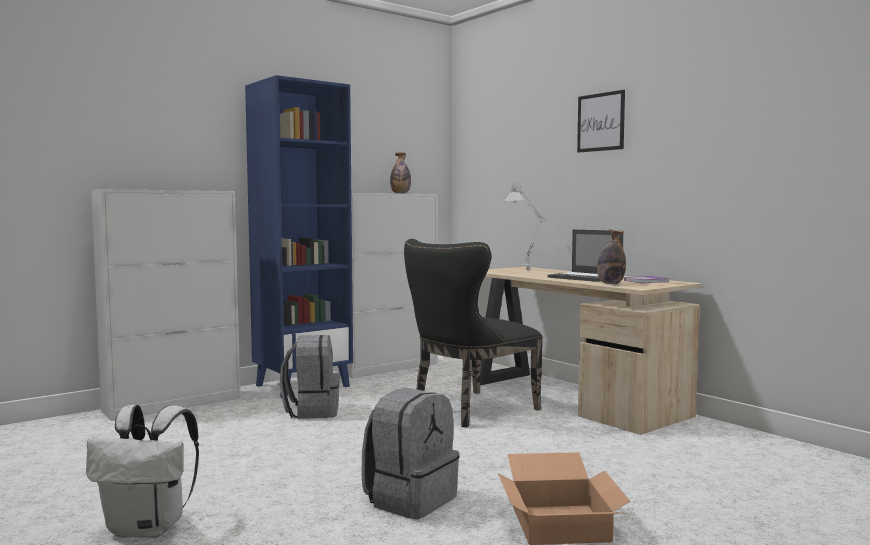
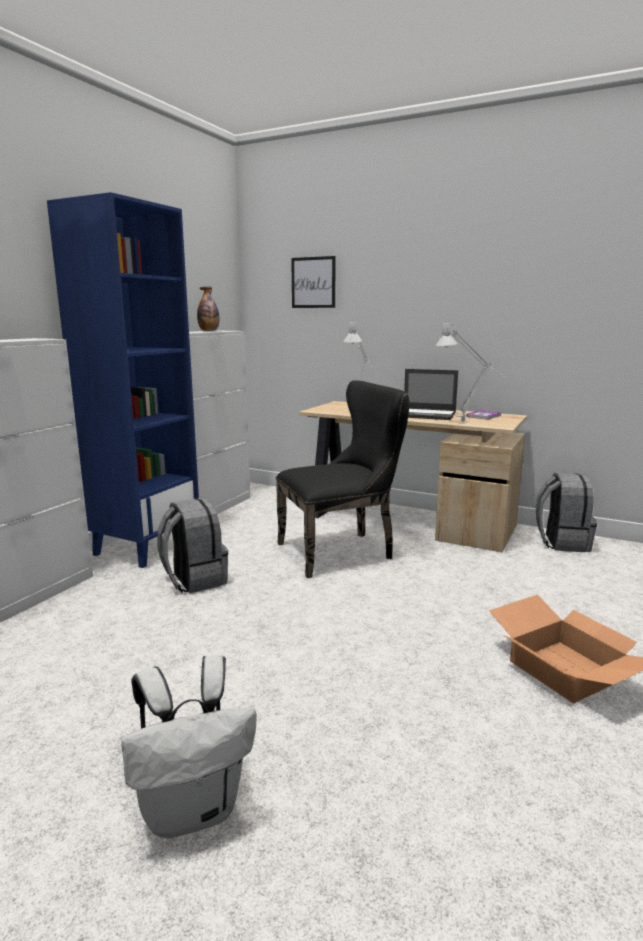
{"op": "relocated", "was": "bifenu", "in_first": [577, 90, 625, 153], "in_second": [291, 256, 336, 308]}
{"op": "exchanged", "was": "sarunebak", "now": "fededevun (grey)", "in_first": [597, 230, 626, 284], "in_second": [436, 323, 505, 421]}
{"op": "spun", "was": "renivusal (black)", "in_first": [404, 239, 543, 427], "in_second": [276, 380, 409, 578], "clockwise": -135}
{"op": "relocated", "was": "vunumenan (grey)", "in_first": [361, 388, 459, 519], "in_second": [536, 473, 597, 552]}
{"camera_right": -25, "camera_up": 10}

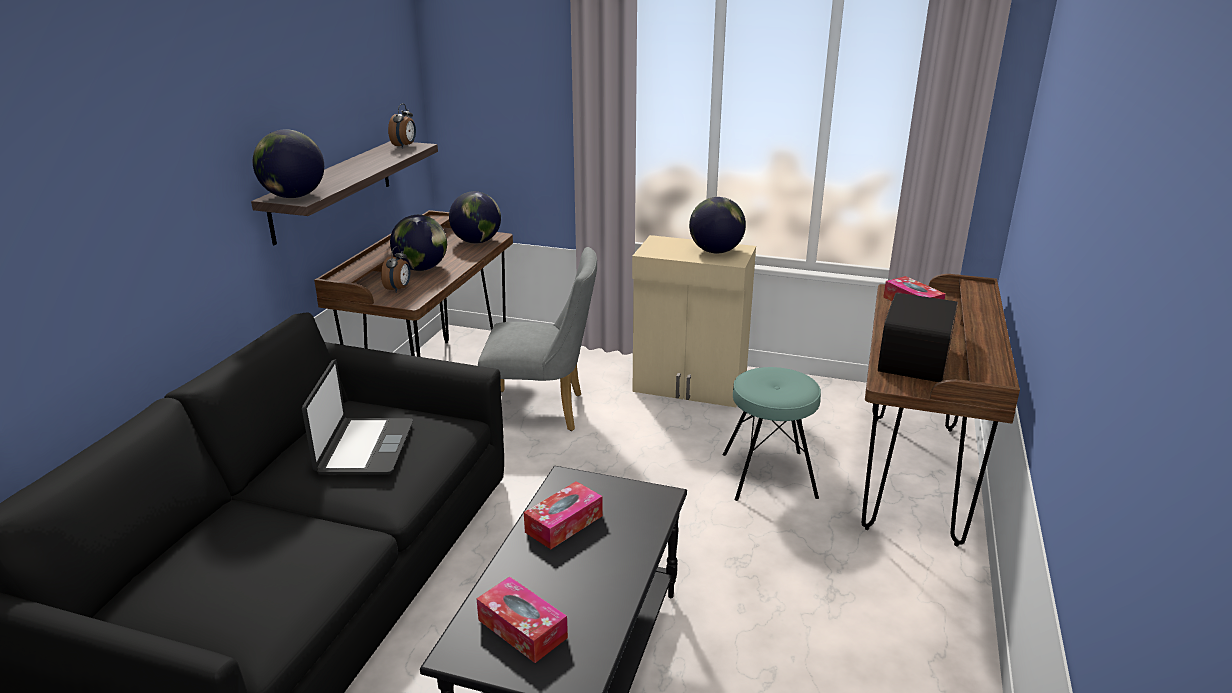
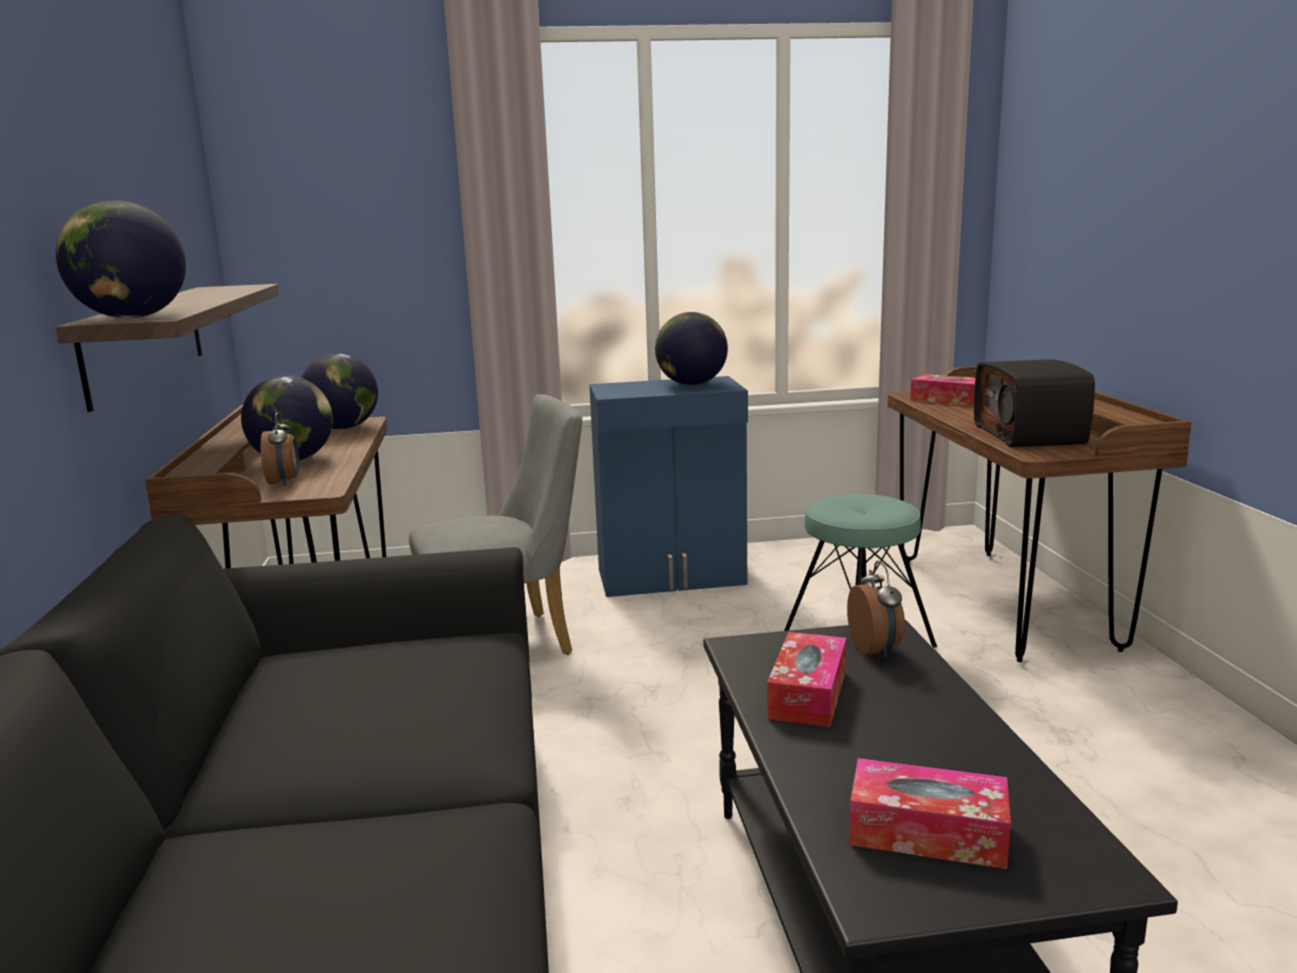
{"op": "relocated", "was": "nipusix", "in_first": [388, 103, 416, 148], "in_second": [847, 561, 905, 658]}
{"op": "colour", "was": "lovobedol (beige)", "now": "lovobedol (blue)", "in_first": [632, 235, 756, 407], "in_second": [589, 376, 748, 597]}
{"op": "missing", "was": "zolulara", "in_first": [302, 359, 413, 474]}
{"camera_right": -25, "camera_up": -10}

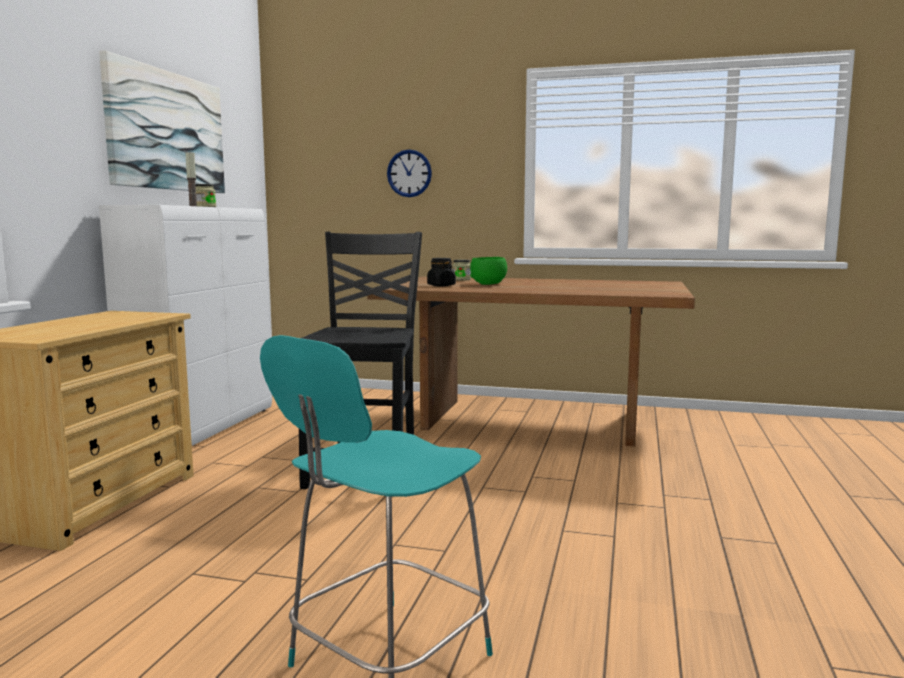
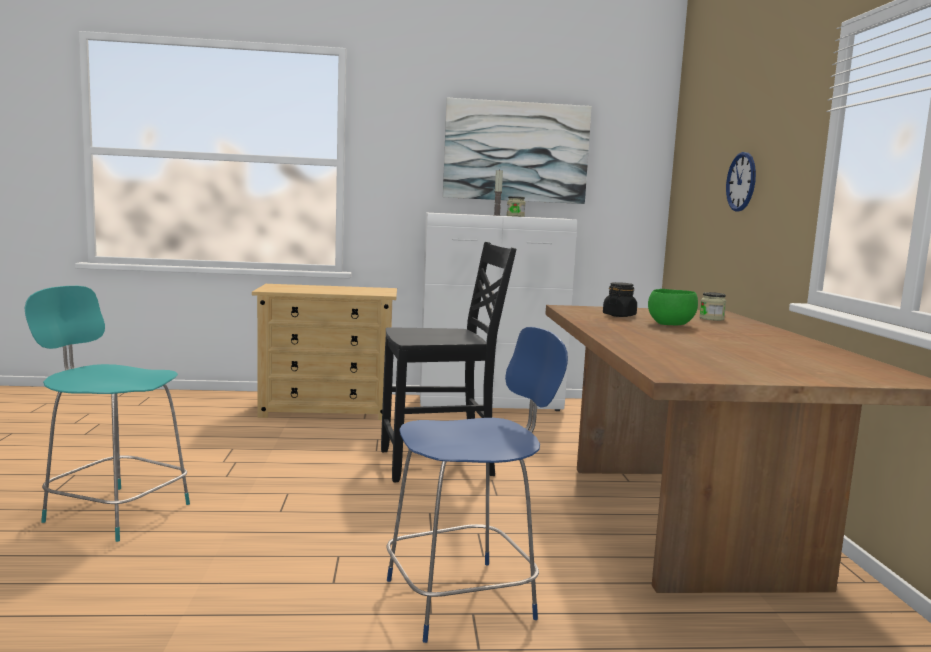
{"op": "appeared", "now": "renivusal (blue)", "in_second": [387, 327, 568, 643]}
{"camera_right": 70, "camera_up": 0}

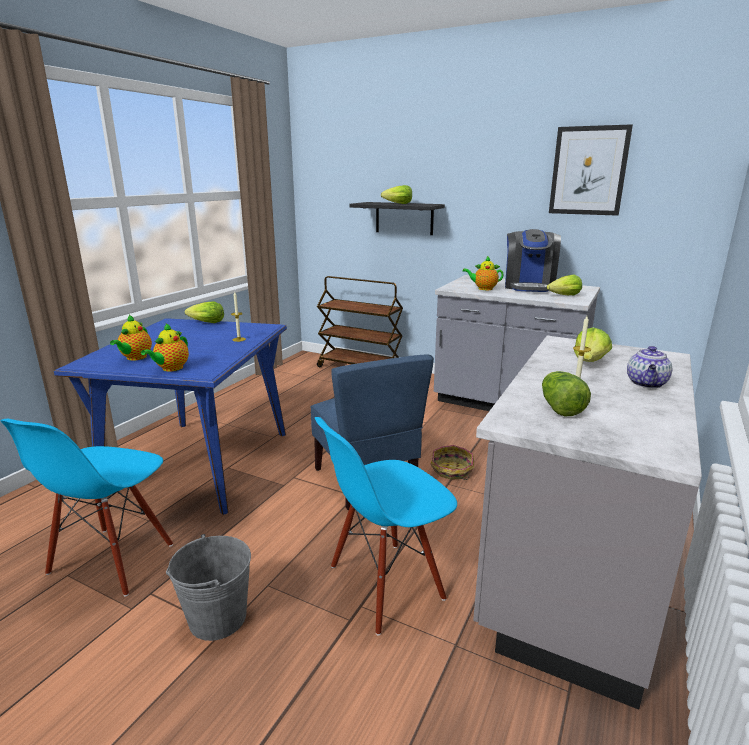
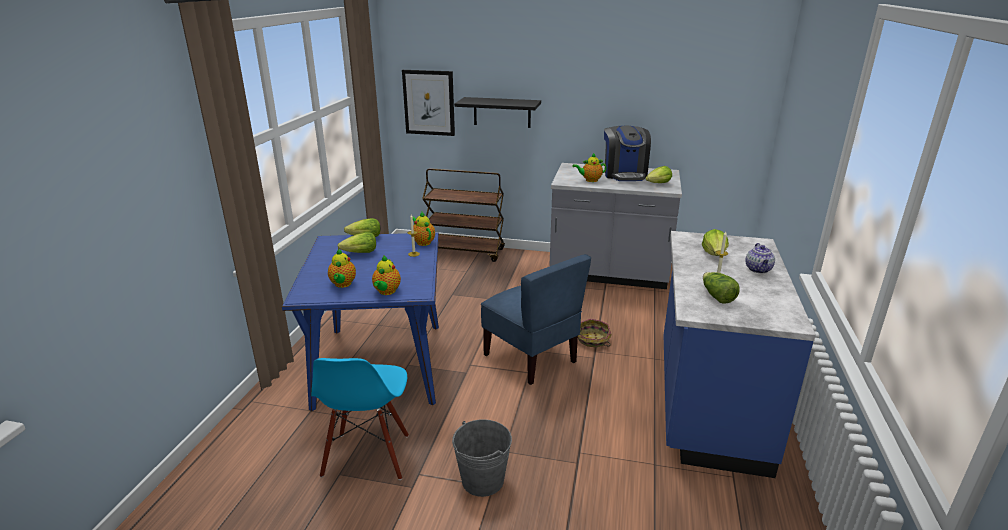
{"op": "relocated", "was": "bifenu", "in_first": [549, 124, 633, 216], "in_second": [402, 70, 455, 136]}
{"op": "relocated", "was": "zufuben", "in_first": [381, 185, 412, 204], "in_second": [338, 232, 376, 253]}
{"op": "colour", "was": "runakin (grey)", "now": "runakin (blue)", "in_first": [473, 336, 702, 710], "in_second": [664, 231, 816, 478]}
{"op": "missing", "was": "renivusal (blue)", "in_first": [315, 417, 457, 635]}
{"op": "appeared", "now": "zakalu", "in_second": [413, 212, 435, 246]}
{"camera_right": -15, "camera_up": 5}

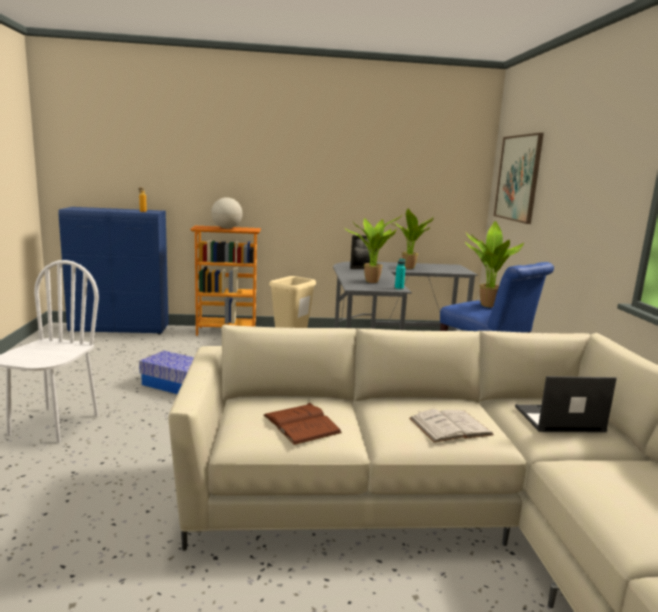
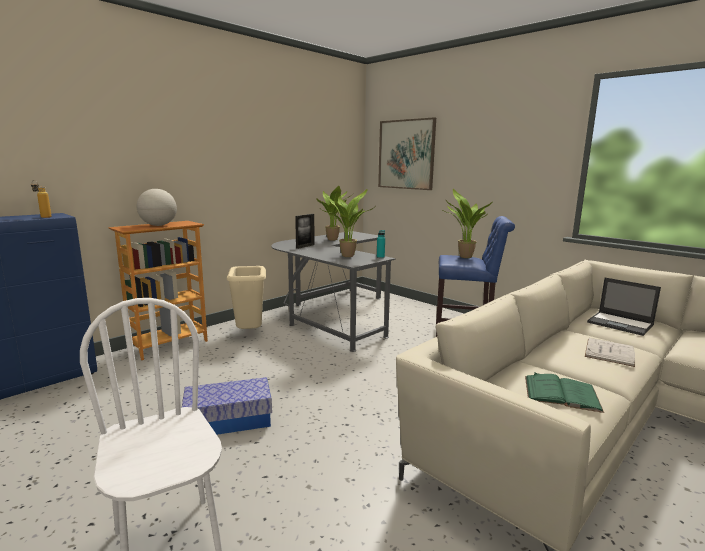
{"op": "spun", "was": "zolulara", "in_first": [515, 376, 617, 432], "in_second": [587, 278, 661, 336], "clockwise": -90}
{"op": "colour", "was": "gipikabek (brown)", "now": "gipikabek (green)", "in_first": [264, 402, 342, 445], "in_second": [525, 373, 604, 413]}
{"camera_right": -40, "camera_up": 0}

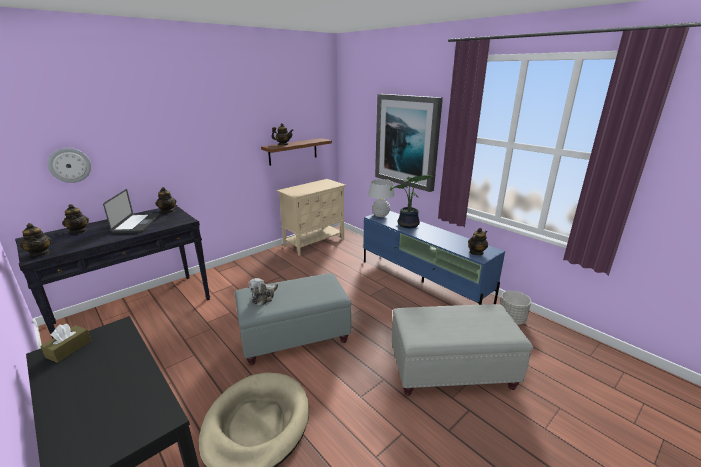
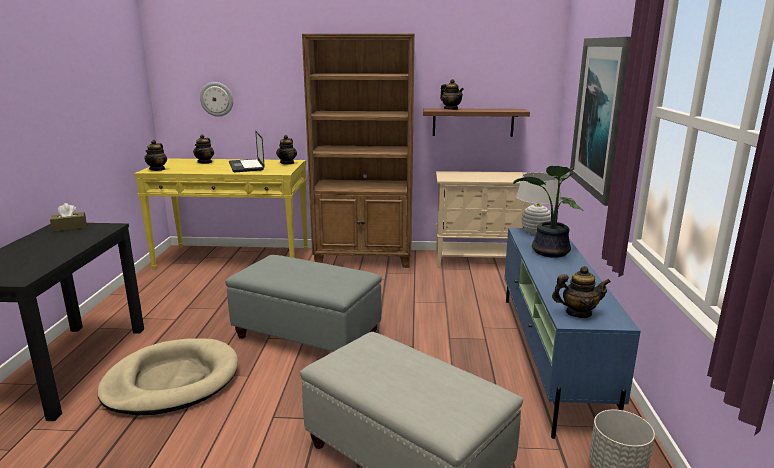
{"op": "spun", "was": "zolulara", "in_first": [103, 189, 160, 233], "in_second": [229, 130, 265, 172], "clockwise": 120}
{"op": "colour", "was": "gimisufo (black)", "now": "gimisufo (yellow)", "in_first": [15, 205, 210, 339], "in_second": [134, 158, 308, 270]}
{"op": "missing", "was": "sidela", "in_first": [249, 278, 278, 306]}
{"op": "appeared", "now": "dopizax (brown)", "in_second": [302, 34, 415, 268]}
{"camera_right": 45, "camera_up": -5}

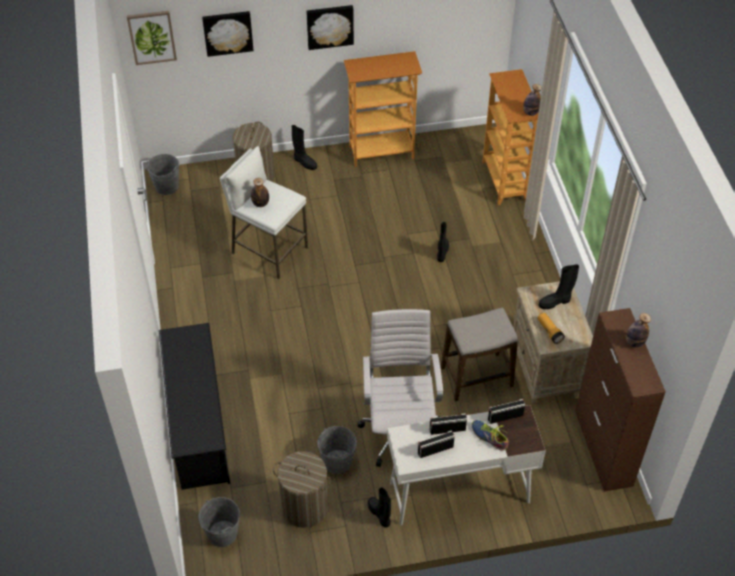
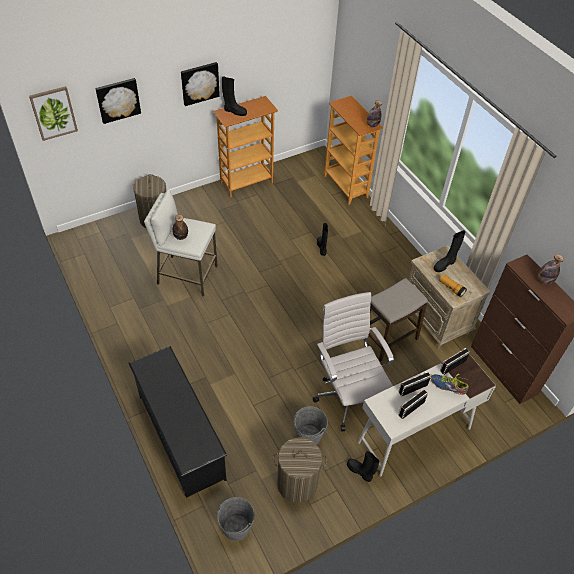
{"op": "relocated", "was": "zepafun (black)", "in_first": [292, 125, 317, 170], "in_second": [222, 77, 247, 116]}
{"op": "missing", "was": "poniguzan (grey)", "in_first": [147, 154, 179, 195]}
{"camera_right": -20, "camera_up": 0}

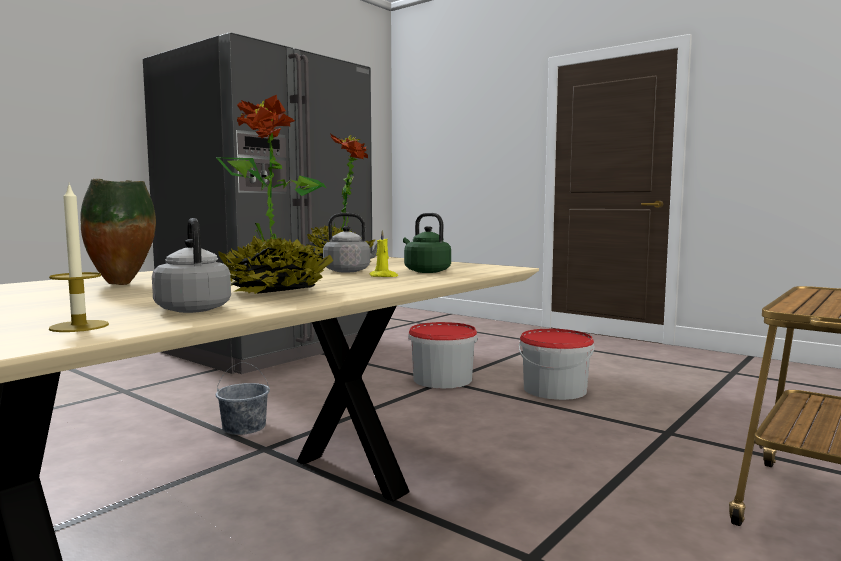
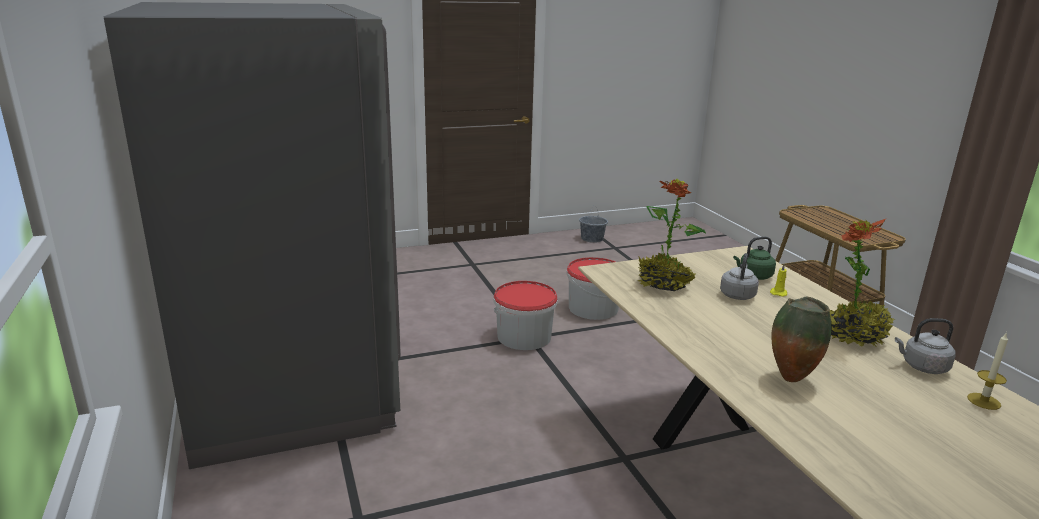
{"op": "relocated", "was": "poniguzan (grey)", "in_first": [216, 362, 270, 435], "in_second": [579, 205, 608, 243]}
{"camera_right": -60, "camera_up": 15}

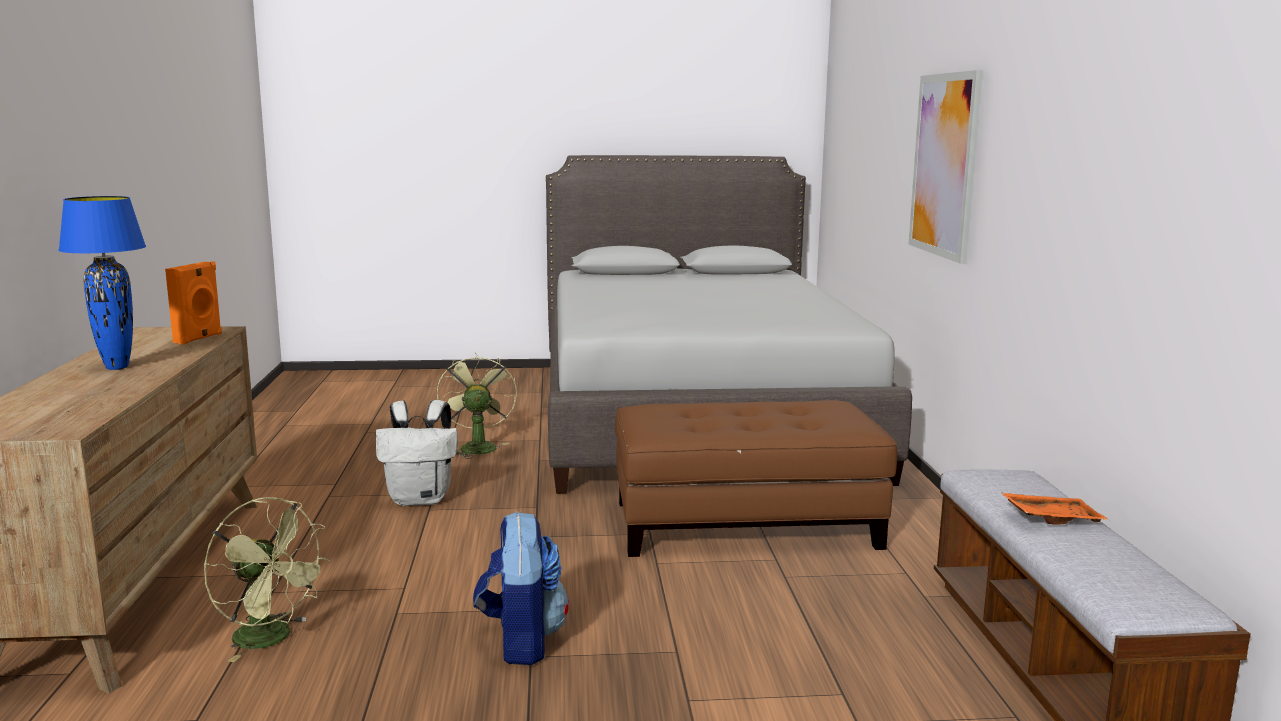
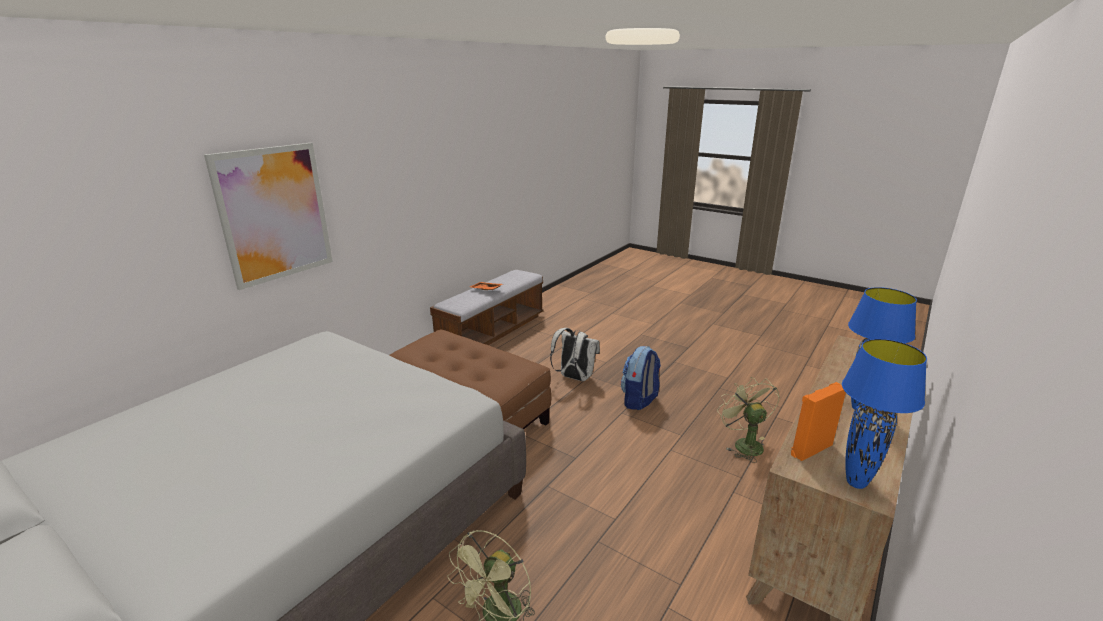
{"op": "relocated", "was": "vunumenan (white)", "in_first": [376, 400, 458, 506], "in_second": [550, 328, 600, 381]}
{"op": "appeared", "now": "fededevun (blue)", "in_second": [842, 339, 927, 489]}
{"camera_right": -140, "camera_up": 10}

